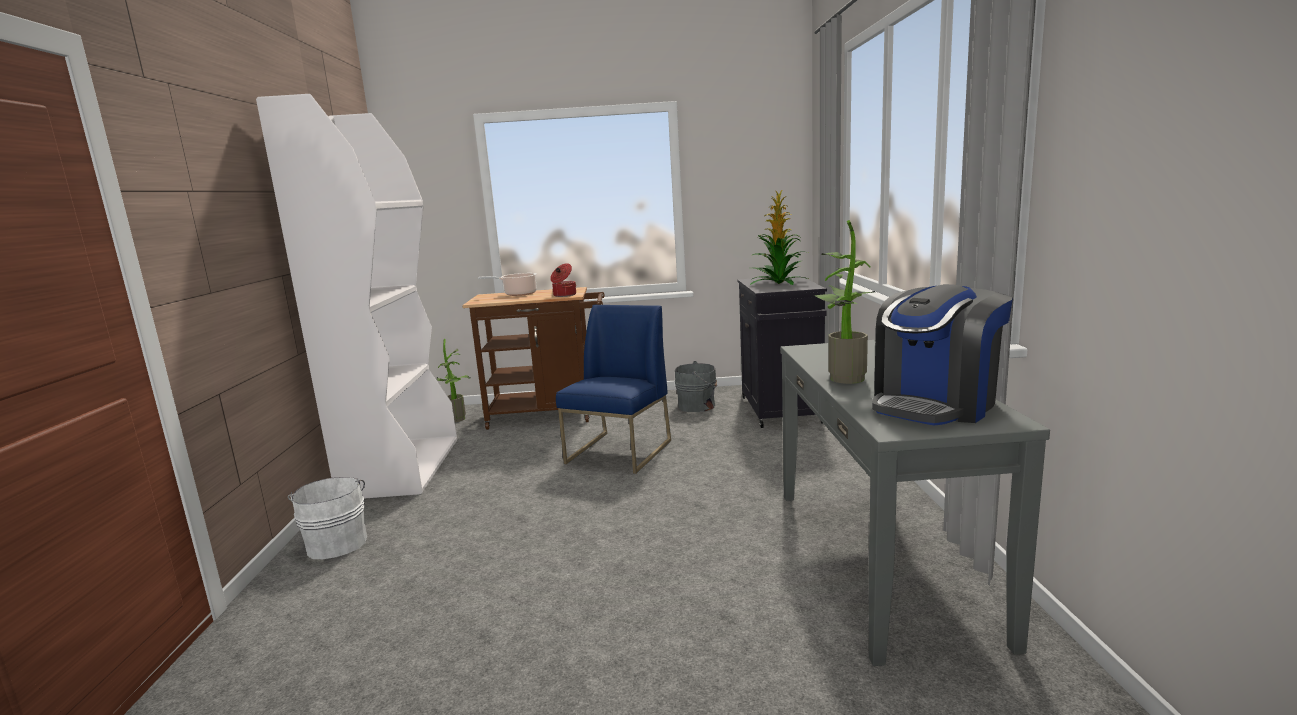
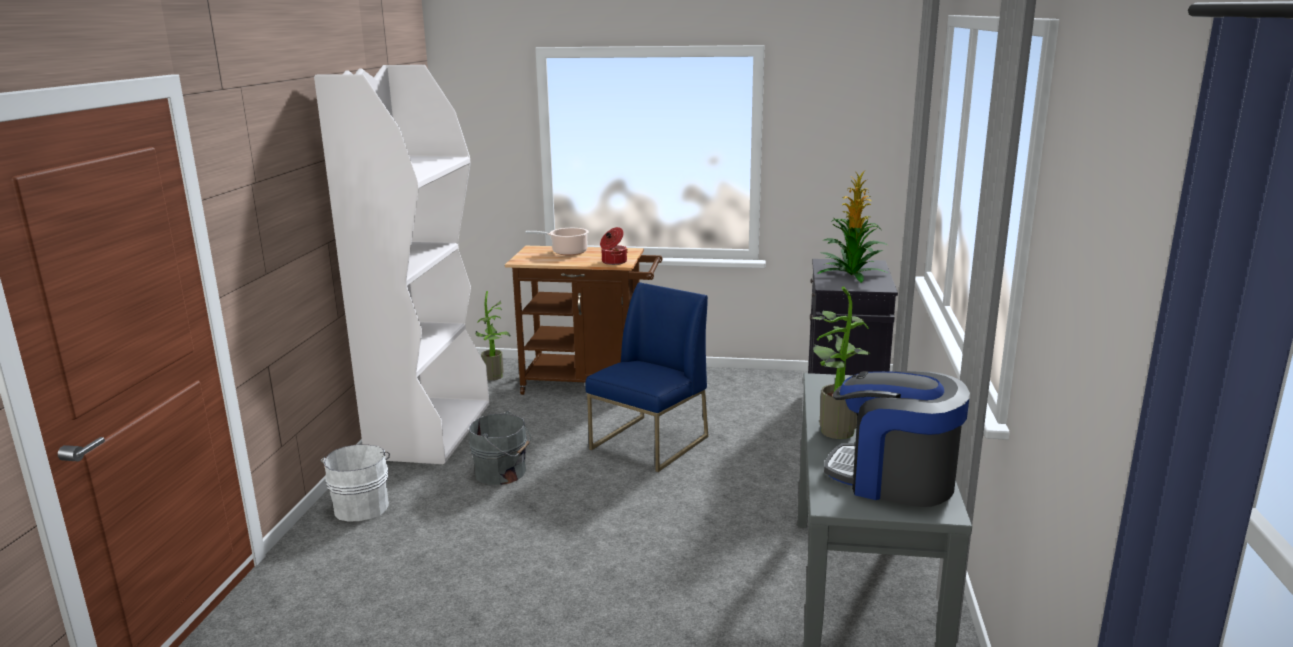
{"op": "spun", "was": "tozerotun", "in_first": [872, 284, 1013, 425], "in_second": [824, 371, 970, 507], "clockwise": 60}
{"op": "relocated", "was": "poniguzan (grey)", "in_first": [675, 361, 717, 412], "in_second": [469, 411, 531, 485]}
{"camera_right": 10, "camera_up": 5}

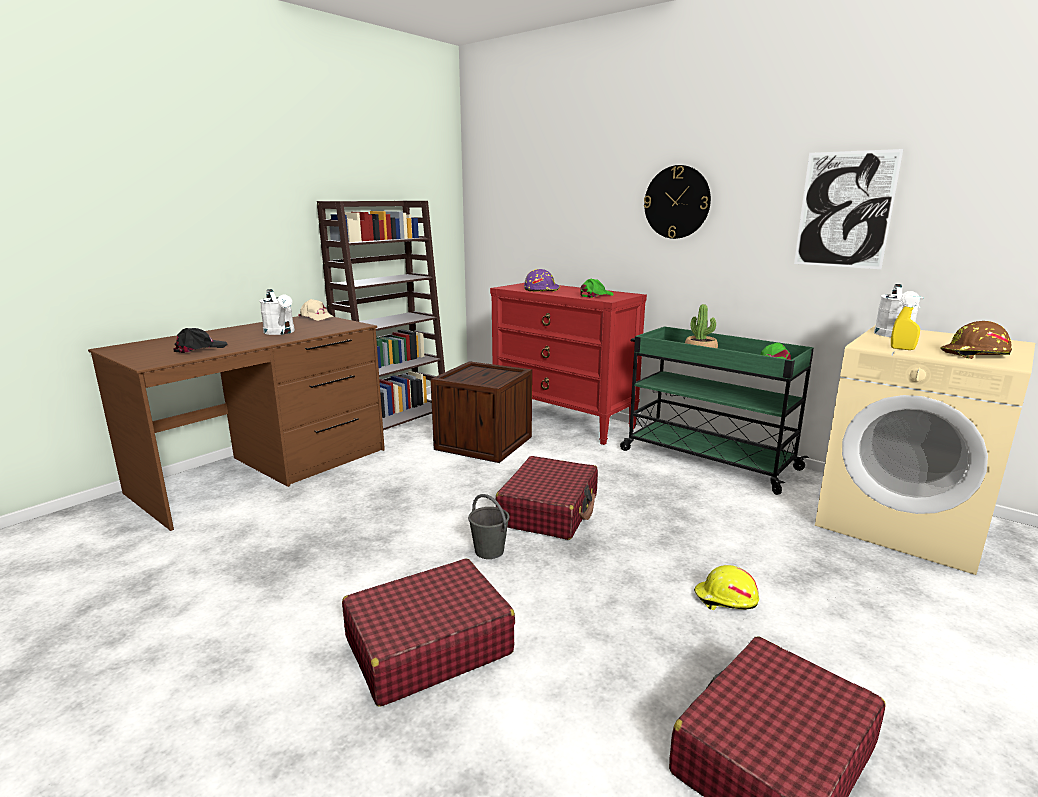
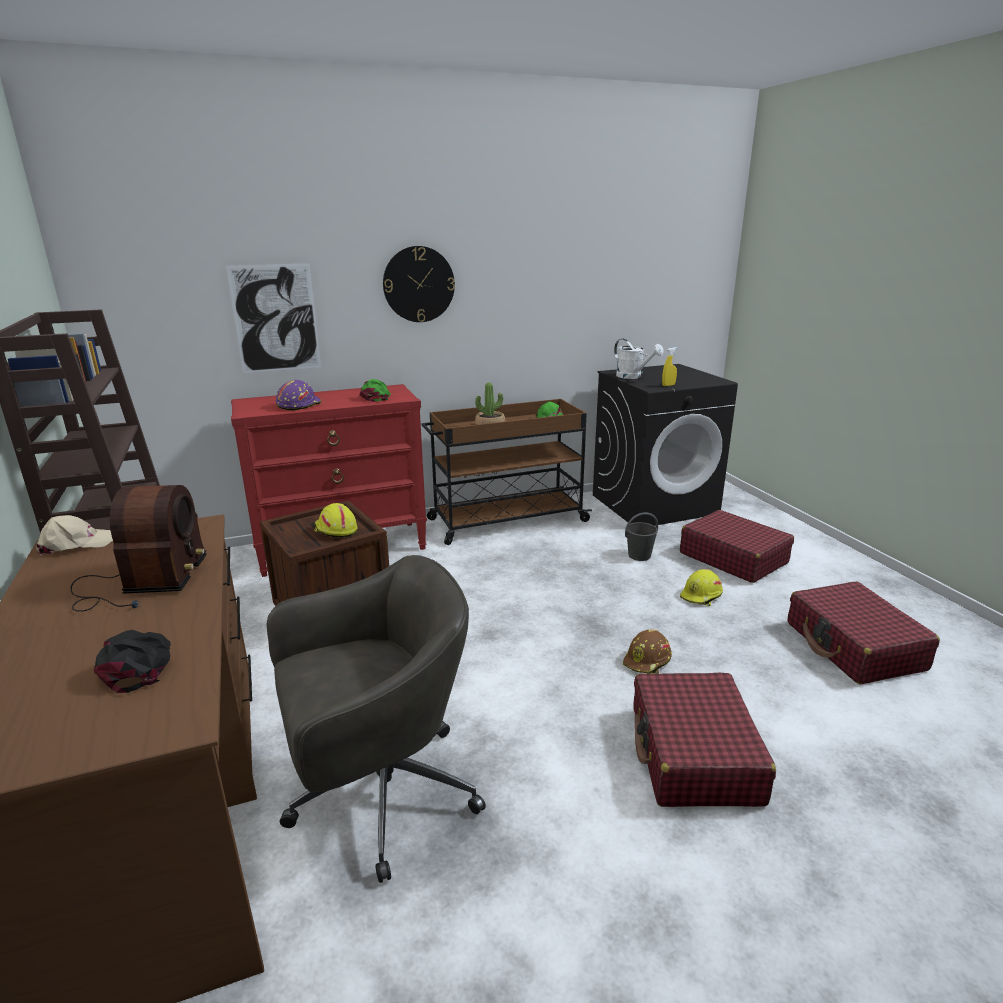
{"op": "relocated", "was": "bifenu", "in_first": [794, 149, 903, 269], "in_second": [226, 263, 321, 373]}
{"op": "exchanged", "was": "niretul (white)", "now": "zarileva", "in_first": [260, 289, 295, 335], "in_second": [71, 485, 207, 612]}
{"op": "relocated", "was": "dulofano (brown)", "in_first": [940, 321, 1012, 359], "in_second": [623, 629, 672, 674]}
{"op": "colour", "was": "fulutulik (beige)", "now": "fulutulik (black)", "in_first": [815, 325, 1035, 575], "in_second": [593, 364, 738, 526]}
{"op": "colour", "was": "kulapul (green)", "now": "kulapul (brown)", "in_first": [620, 326, 814, 495], "in_second": [422, 399, 592, 545]}
{"op": "relocated", "was": "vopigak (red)", "in_first": [496, 456, 598, 540], "in_second": [680, 510, 794, 583]}
{"op": "relocated", "was": "poniguzan (grey)", "in_first": [468, 494, 509, 559], "in_second": [625, 512, 658, 561]}
{"op": "appeared", "now": "dulofano (yellow)", "in_second": [314, 503, 358, 538]}
{"op": "appeared", "now": "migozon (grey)", "in_second": [267, 555, 486, 883]}
{"camera_right": -60, "camera_up": 5}

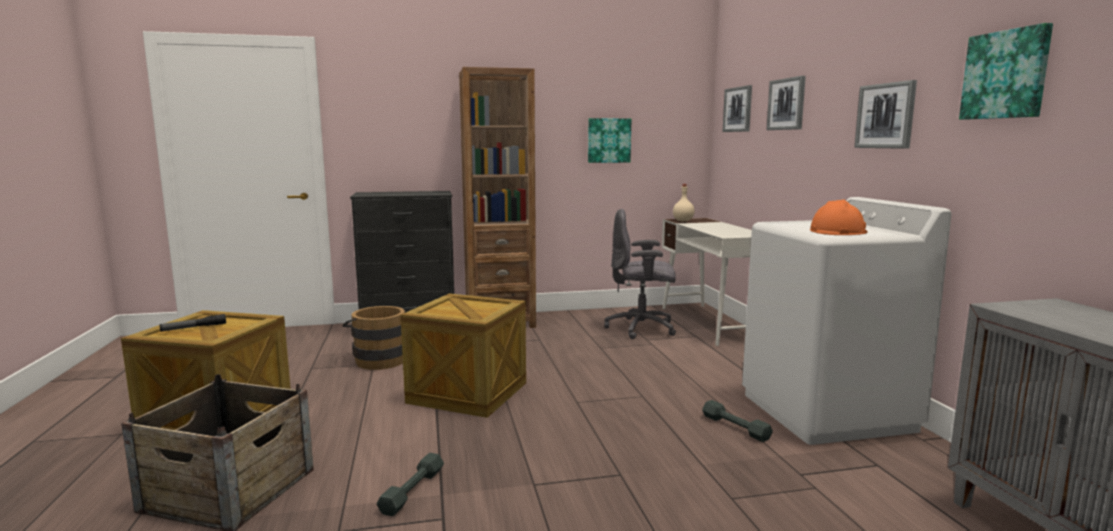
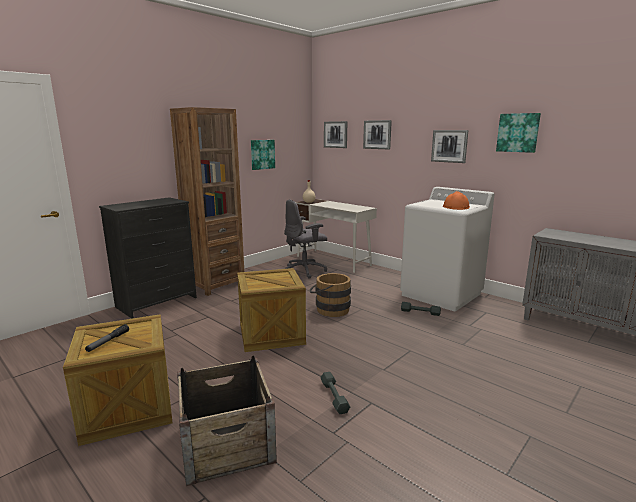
{"op": "relocated", "was": "poniguzan (brown)", "in_first": [342, 306, 406, 370], "in_second": [310, 273, 351, 317]}
{"camera_right": -35, "camera_up": 5}

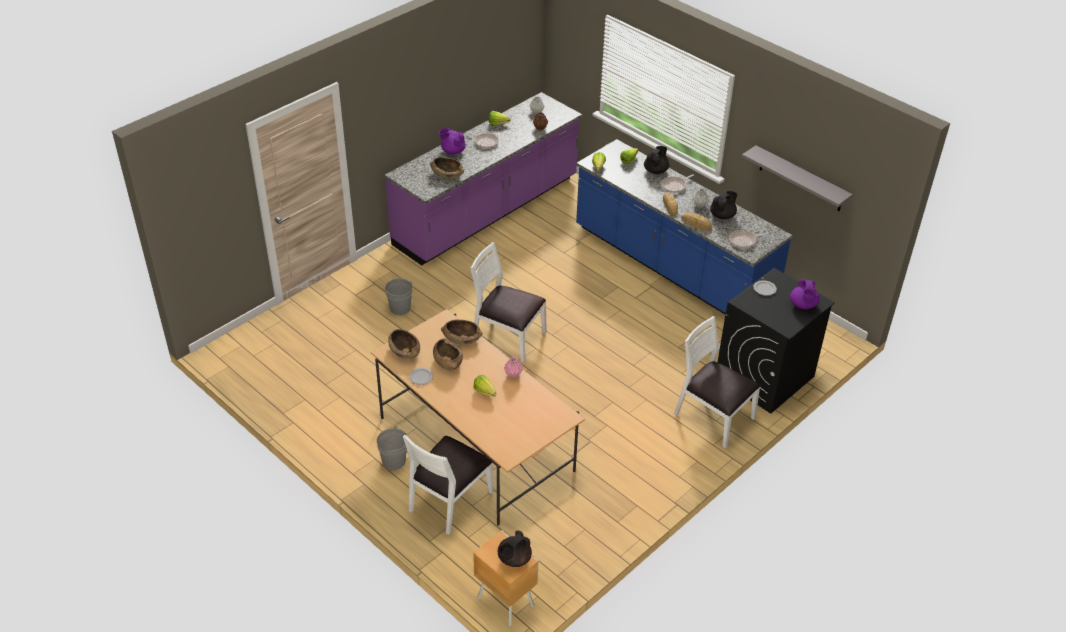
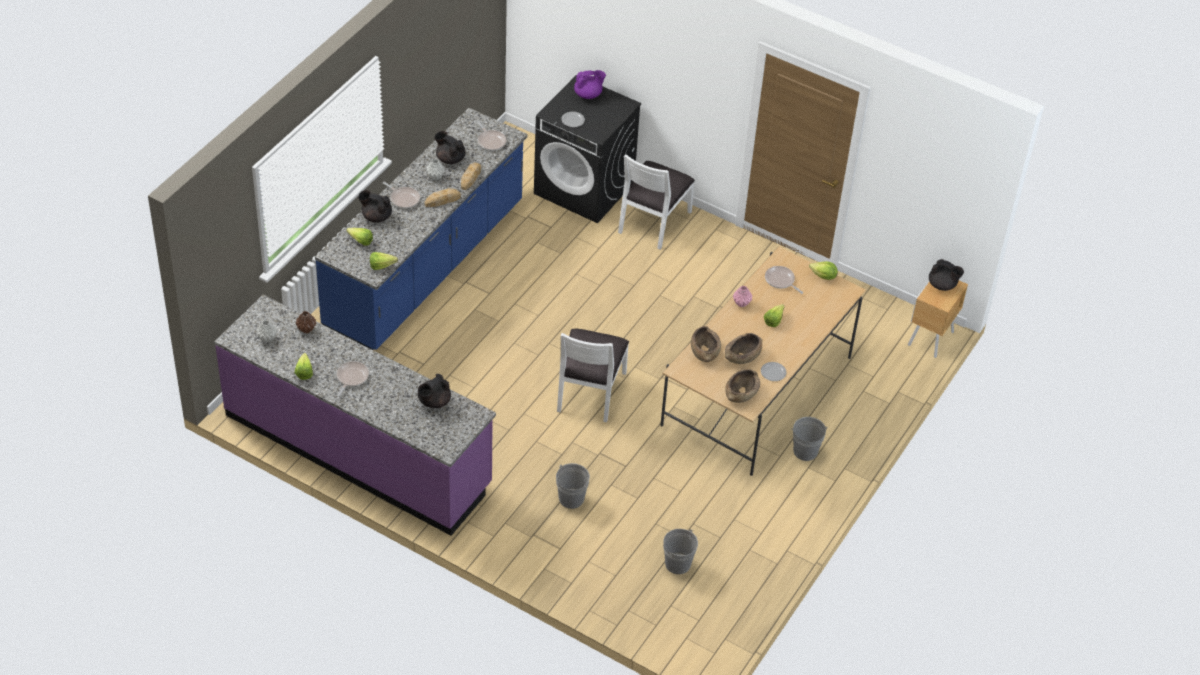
{"op": "missing", "was": "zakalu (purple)", "in_first": [439, 128, 466, 155]}
{"op": "missing", "was": "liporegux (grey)", "in_first": [742, 145, 853, 211]}
{"op": "exchanged", "was": "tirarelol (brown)", "now": "zakalu (black)", "in_first": [430, 157, 464, 179], "in_second": [418, 374, 451, 408]}
{"op": "missing", "was": "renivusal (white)", "in_first": [403, 435, 494, 535]}
{"op": "appeared", "now": "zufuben", "in_second": [809, 261, 838, 280]}
{"op": "appeared", "now": "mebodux", "in_second": [765, 266, 803, 294]}
{"op": "appeared", "now": "poniguzan (grey)", "in_second": [663, 529, 698, 574]}
{"camera_right": -105, "camera_up": 5}

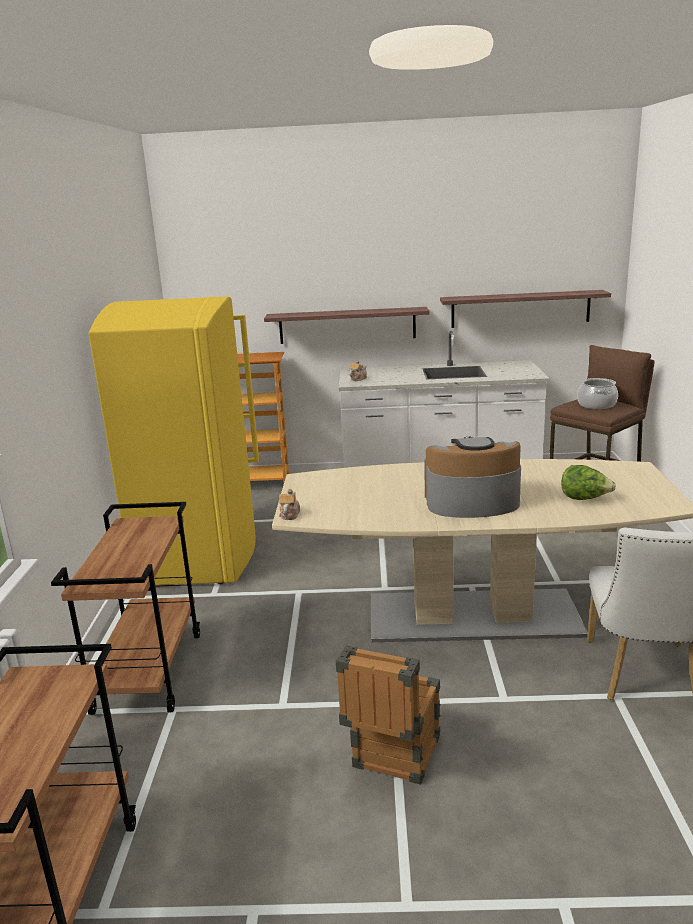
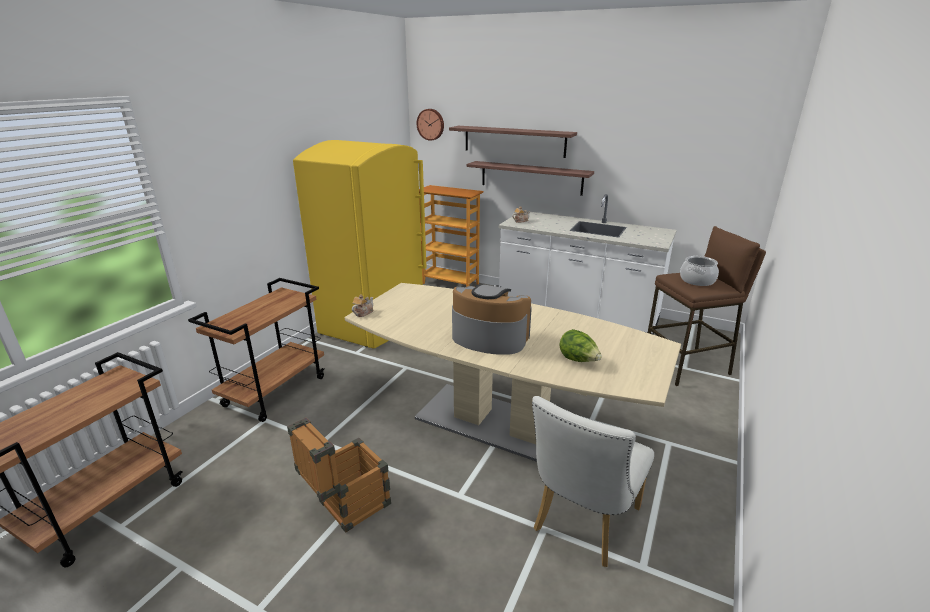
{"op": "relocated", "was": "liporegux", "in_first": [440, 290, 611, 328], "in_second": [449, 126, 577, 158]}
{"op": "appeared", "now": "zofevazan", "in_second": [416, 109, 444, 141]}
{"camera_right": 25, "camera_up": 5}

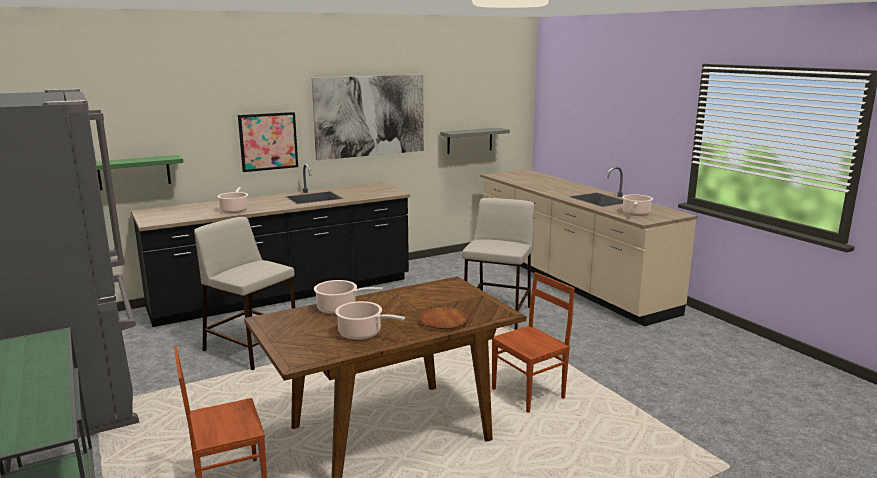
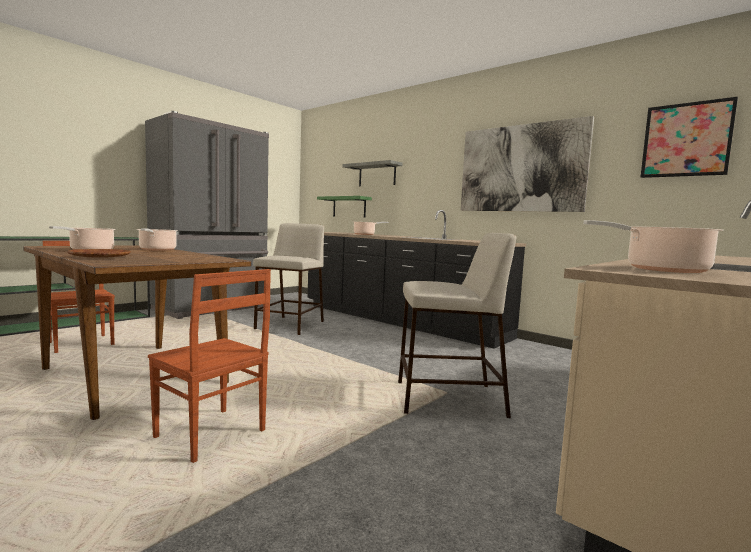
{"op": "relocated", "was": "bifenu", "in_first": [238, 112, 298, 172], "in_second": [641, 97, 738, 178]}
{"op": "relocated", "was": "liporegux (grey)", "in_first": [440, 127, 510, 154], "in_second": [342, 160, 403, 186]}
{"camera_right": 70, "camera_up": -10}

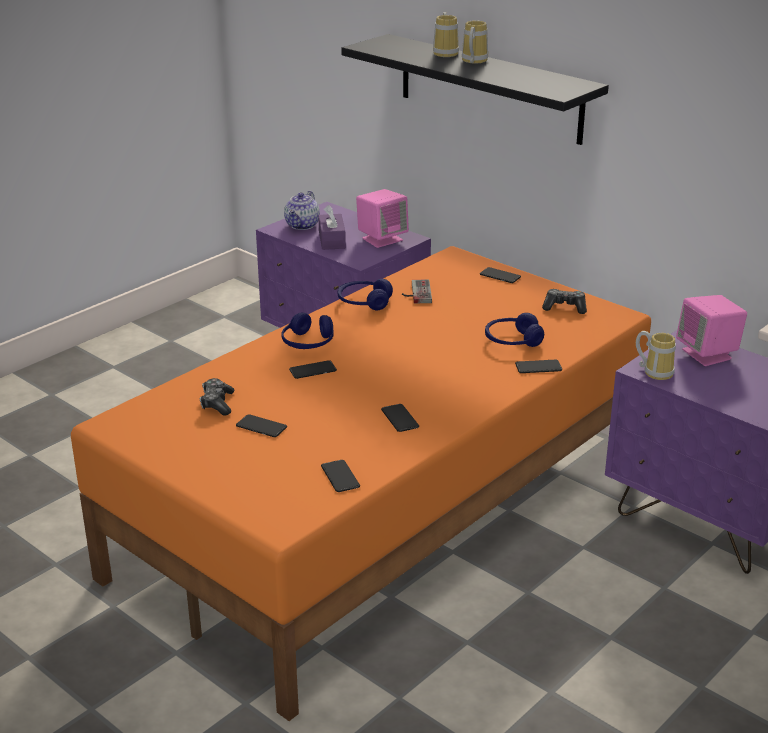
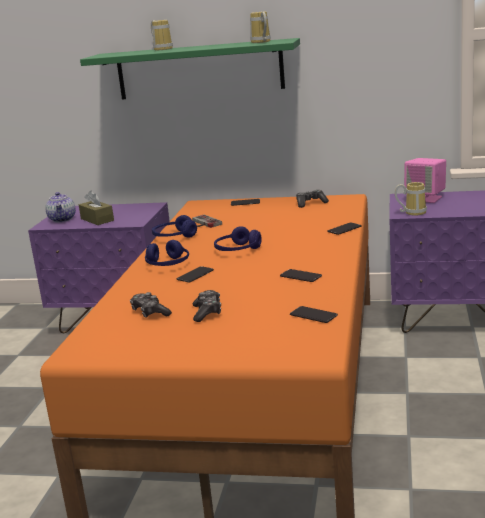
{"op": "relocated", "was": "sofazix", "in_first": [462, 21, 488, 63], "in_second": [250, 11, 271, 43]}
{"op": "colour", "was": "liporegux (black)", "now": "liporegux (green)", "in_first": [341, 34, 609, 145], "in_second": [80, 38, 300, 99]}
{"op": "missing", "was": "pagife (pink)", "in_first": [356, 189, 409, 248]}
{"op": "colour", "was": "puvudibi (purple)", "now": "puvudibi (brown)", "in_first": [318, 205, 346, 250], "in_second": [79, 191, 114, 225]}
{"op": "relocated", "was": "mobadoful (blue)", "in_first": [485, 313, 544, 347], "in_second": [214, 226, 262, 251]}
{"op": "exchanged", "was": "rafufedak", "now": "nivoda", "in_first": [236, 414, 287, 437], "in_second": [193, 290, 221, 322]}
{"camera_right": -30, "camera_up": -10}

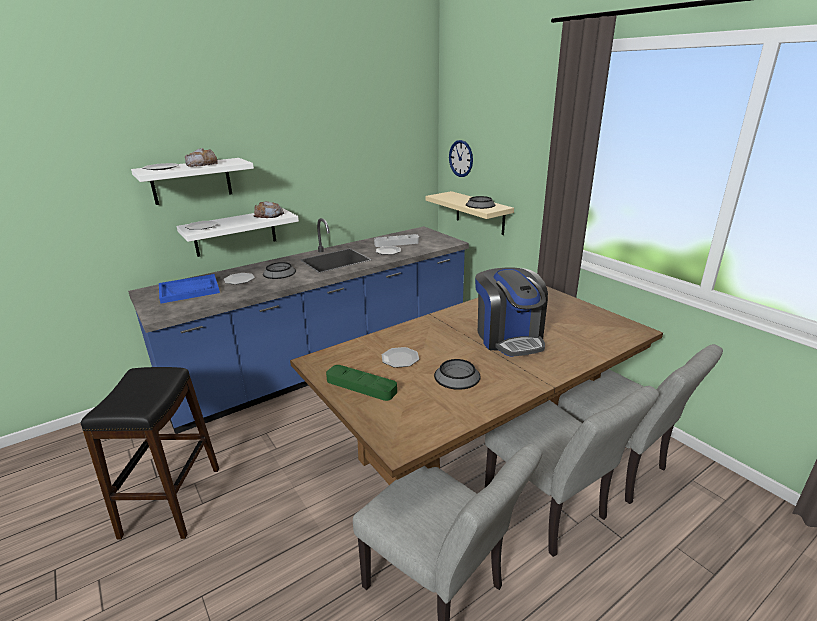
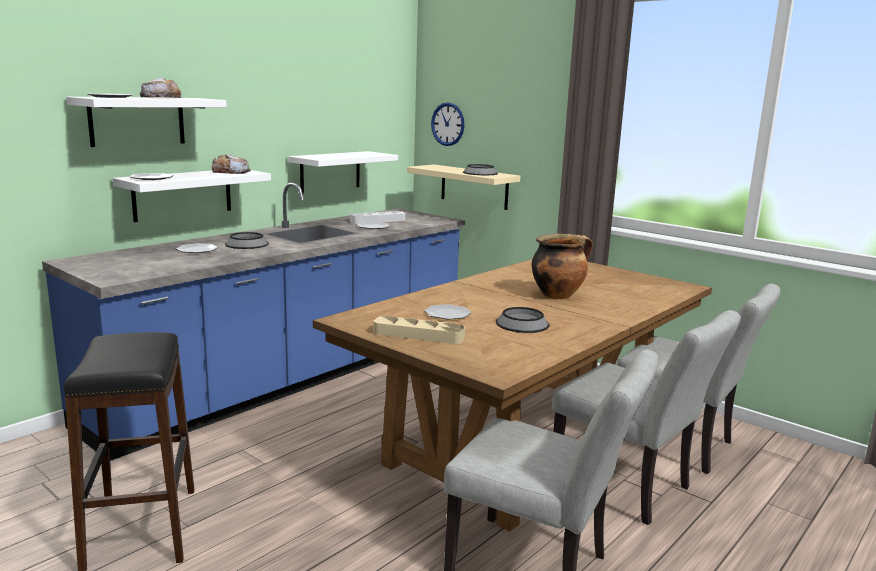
{"op": "exchanged", "was": "tozerotun", "now": "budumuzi", "in_first": [475, 267, 548, 357], "in_second": [532, 234, 593, 299]}
{"op": "missing", "was": "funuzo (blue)", "in_first": [159, 274, 220, 303]}
{"op": "colour", "was": "funuzo (green)", "now": "funuzo (beige)", "in_first": [326, 365, 397, 401], "in_second": [373, 316, 465, 344]}
{"op": "appeared", "now": "liporegux (white)", "in_second": [288, 151, 398, 193]}
{"camera_right": -15, "camera_up": -10}

